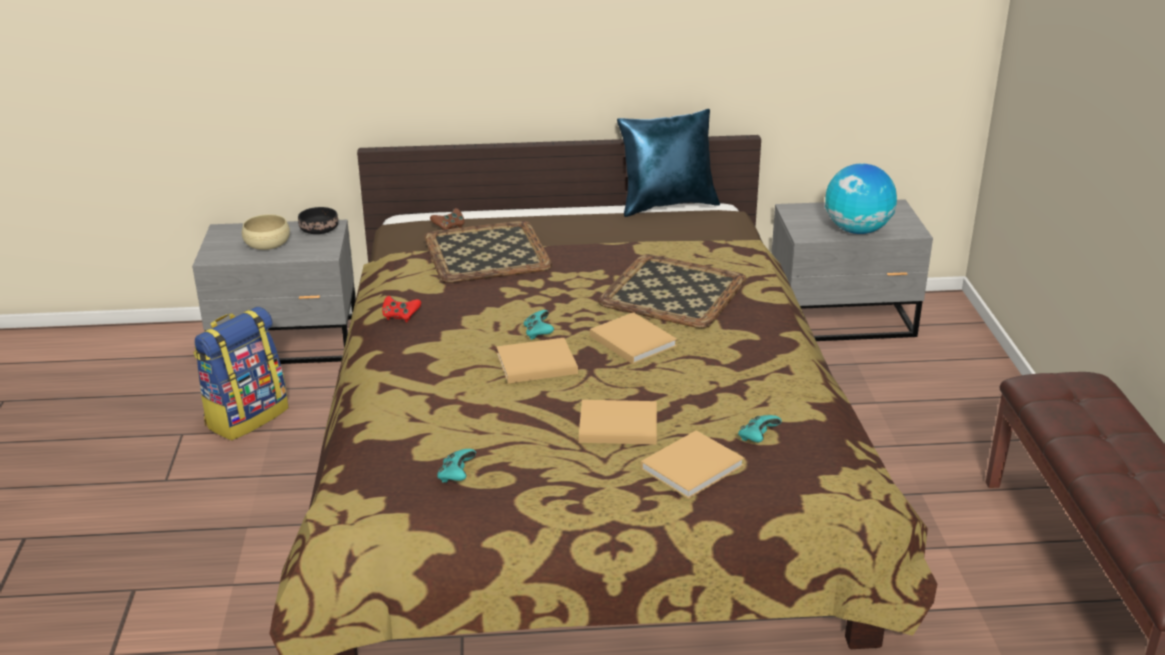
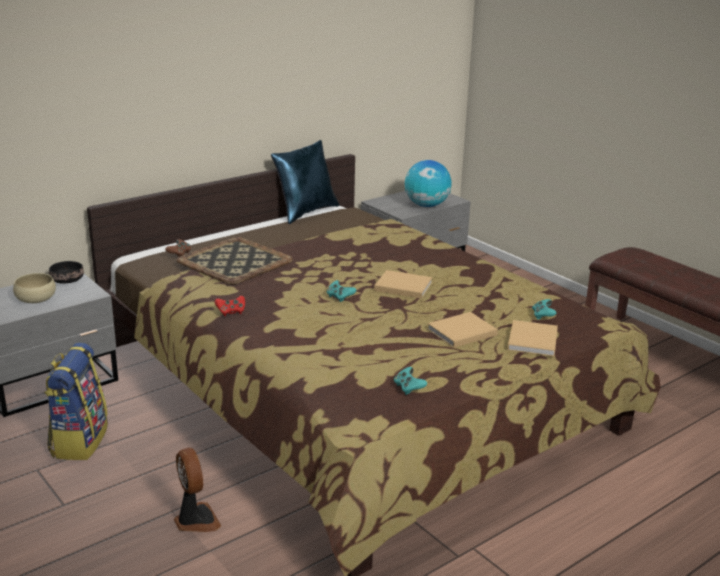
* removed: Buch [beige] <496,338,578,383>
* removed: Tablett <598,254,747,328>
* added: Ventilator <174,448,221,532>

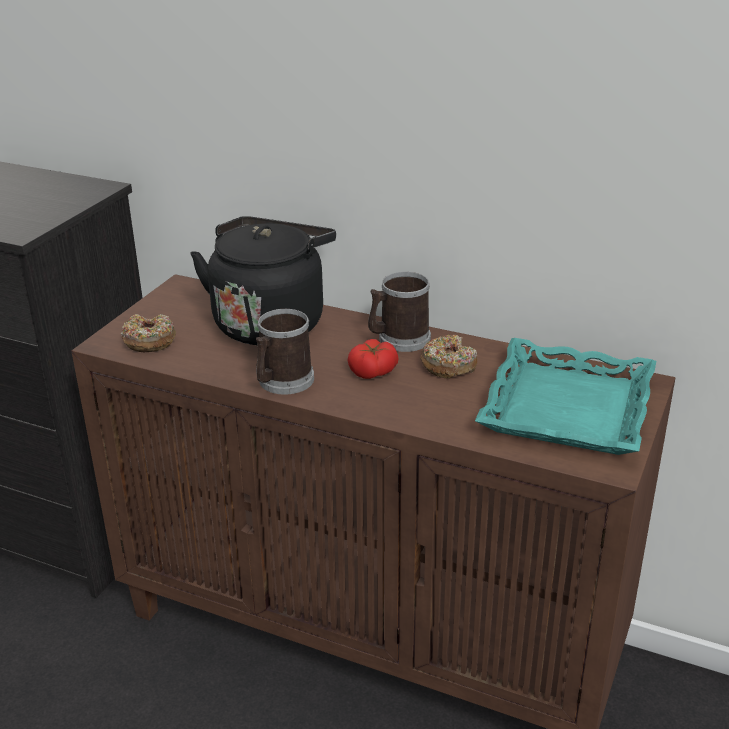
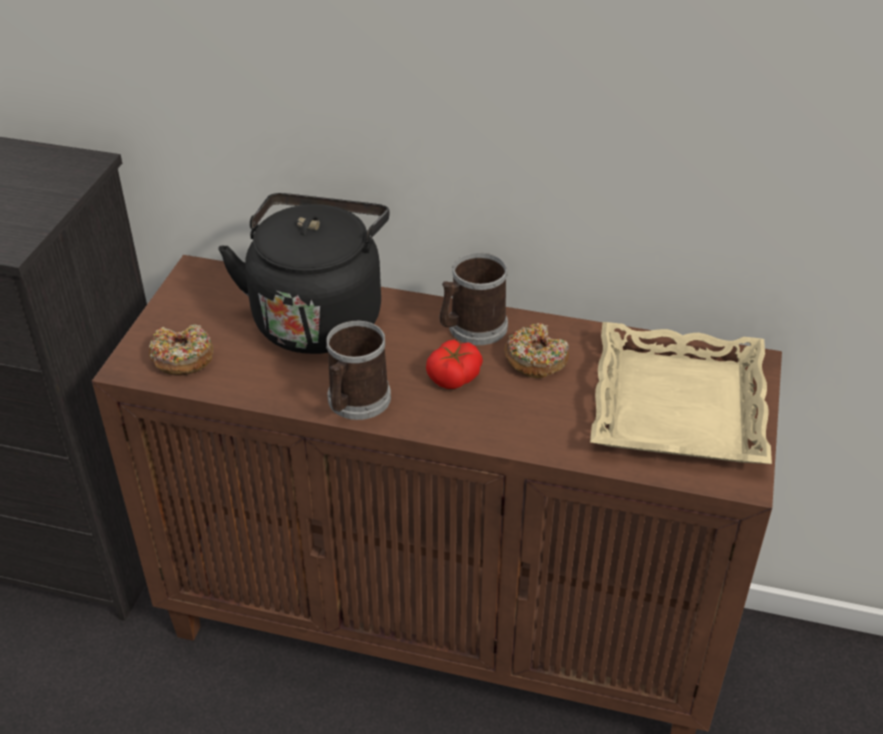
* recoloured: Tablett [türkis] <475,338,656,455> to Tablett [beige] <590,322,772,464>

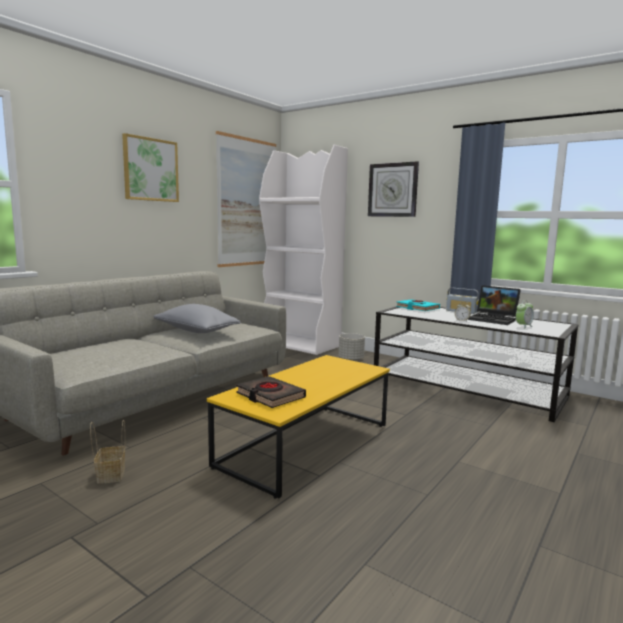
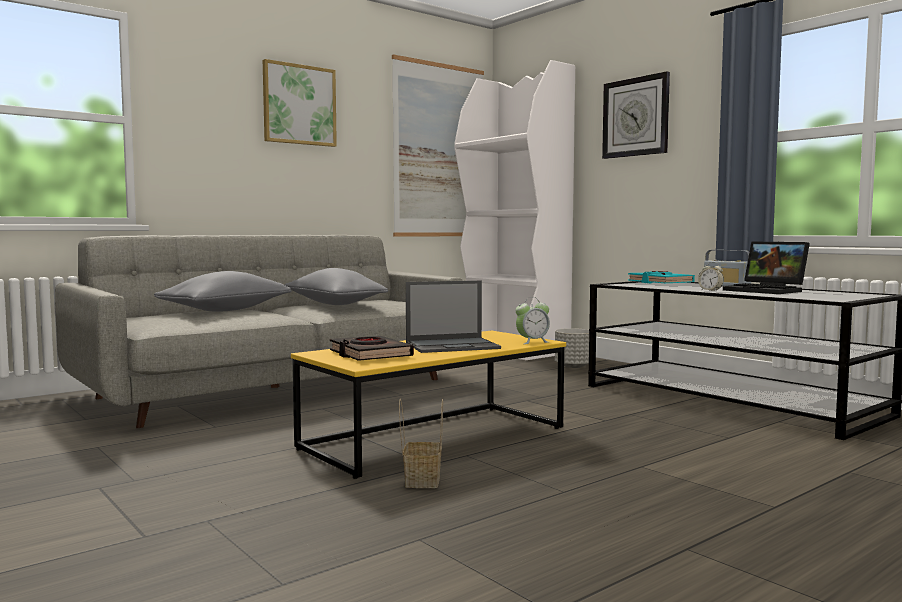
* added: Kissen [grau] <154,271,291,312>
* added: Laptop <406,280,501,353>
* moved: Korb <90,420,125,484> to <399,399,443,488>
* moved: Wecker <516,300,534,329> to <515,297,550,344>

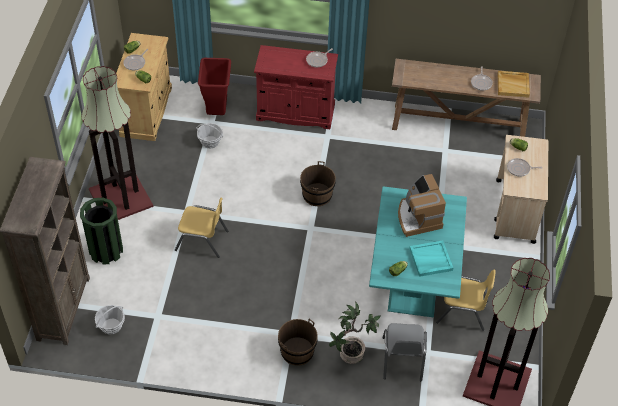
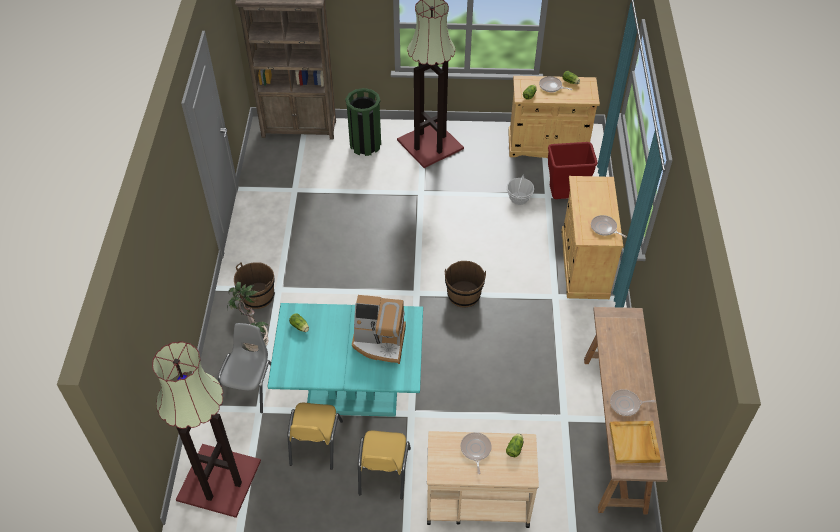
* removed: Korb <95,305,125,334>
* removed: Tablett [türkis] <409,240,453,277>
* moved: Stuhl [gelb] <175,198,228,258> to <358,431,411,499>
* recoloured: Schrank [rot] <254,45,338,129> to Schrank [beige] <561,176,623,299>
* turned: Stuhl [grau] <383,323,427,381> = <218,323,271,413> 105 degrees clockwise
* turned: Kaffeemaschine <398,174,446,237> = <352,295,406,364> 150 degrees counterclockwise

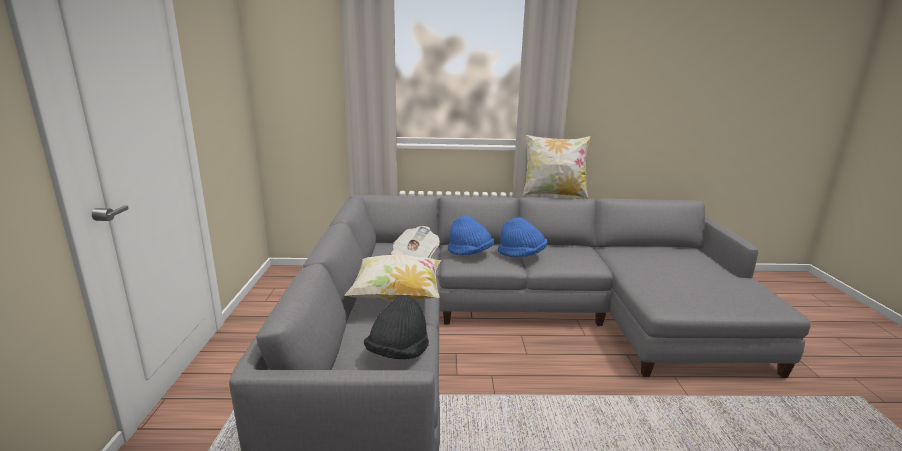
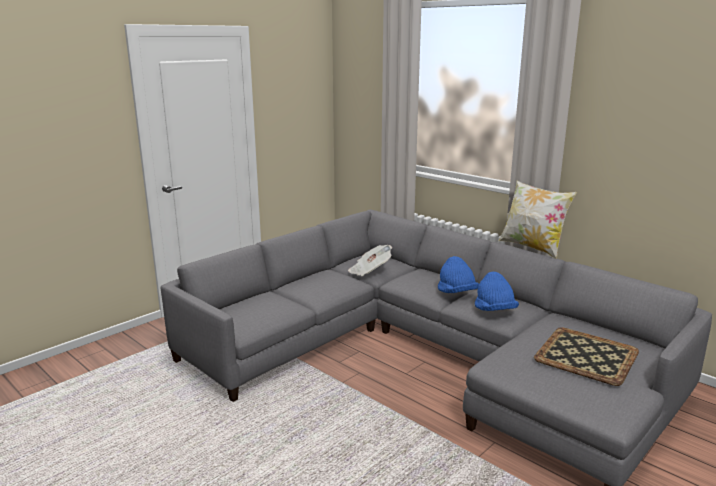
* removed: Kissen <344,254,441,301>
* removed: Hut [schwarz] <364,296,429,359>
* added: Tablett <534,327,639,386>
* moved: Hut [blau] <448,216,494,255> to <475,272,519,311>

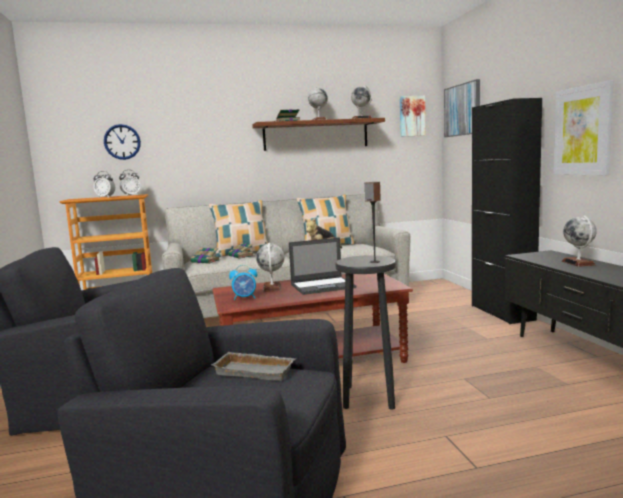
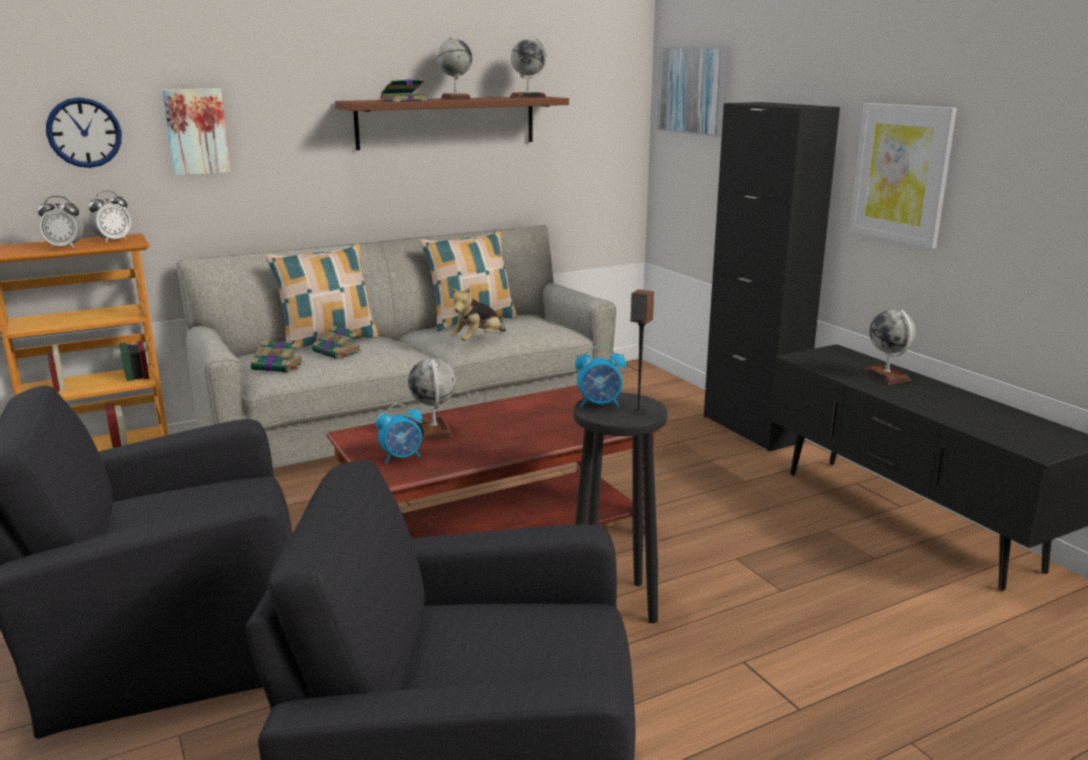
* removed: Tablett [grau] <211,352,296,381>
* removed: Laptop <289,237,356,295>
* added: Wecker <575,345,626,408>
* moved: Bild <400,96,426,137> to <162,89,231,176>

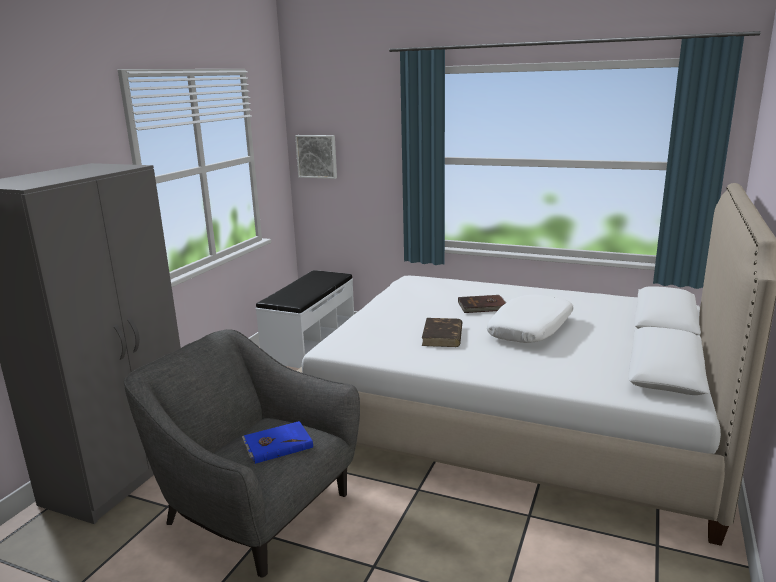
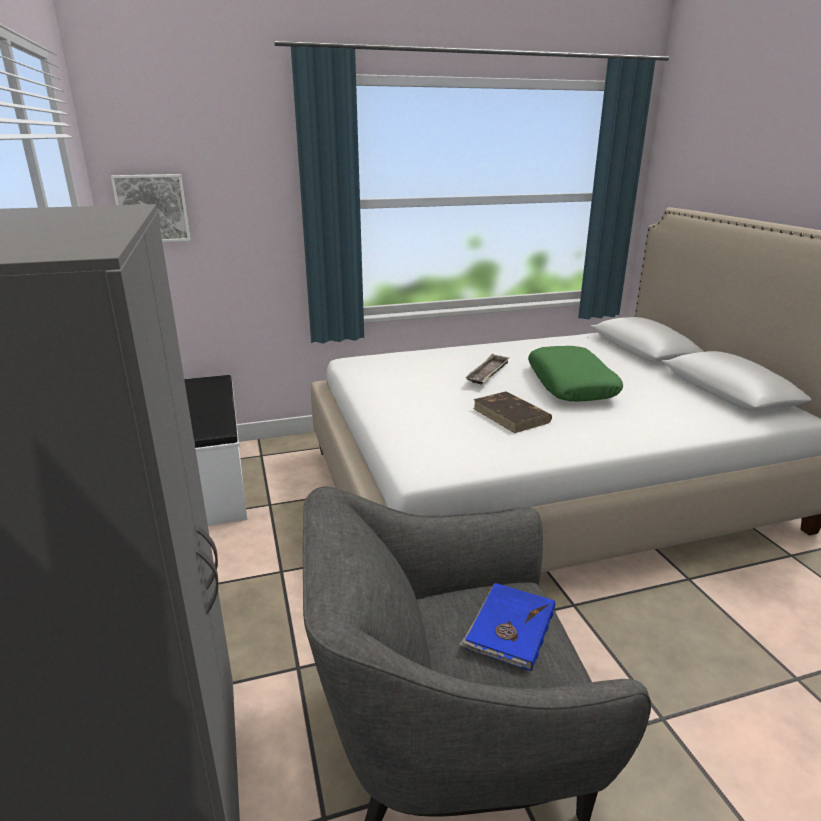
* replaced: Buch [braun] <458,295,506,313> to Tablett <466,354,510,385>
* recoloured: Kissen [weiß] <487,294,574,343> to Kissen [grün] <528,346,623,402>

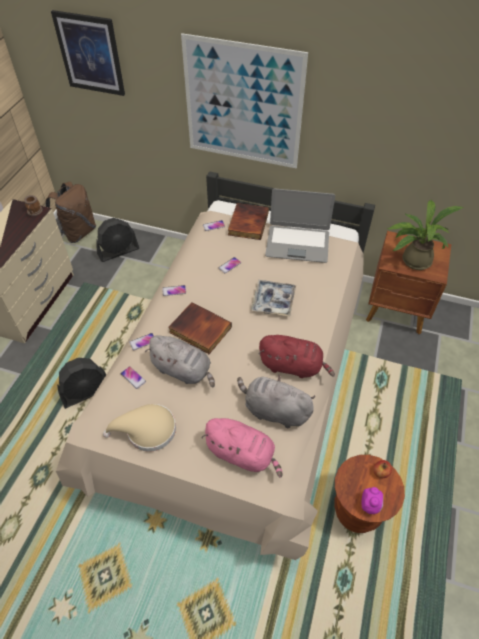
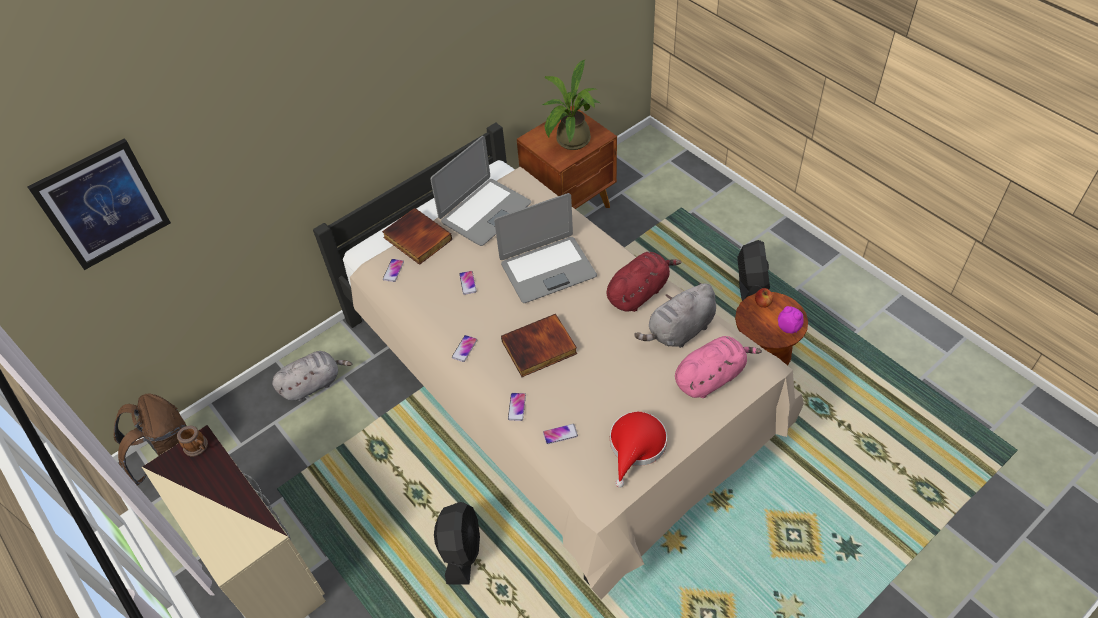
* removed: Bild <181,33,308,168>
* moved: Ventilator [schwarz] <96,218,139,262> to <737,240,770,301>
* moved: Plüschtier [grau] <145,335,215,388> to <272,351,353,401>
* replaced: Tablett <251,280,296,316> to Laptop <494,193,597,303>
* recoloured: Hut [beige] <103,404,176,452> to Hut [rot] <610,412,667,488>

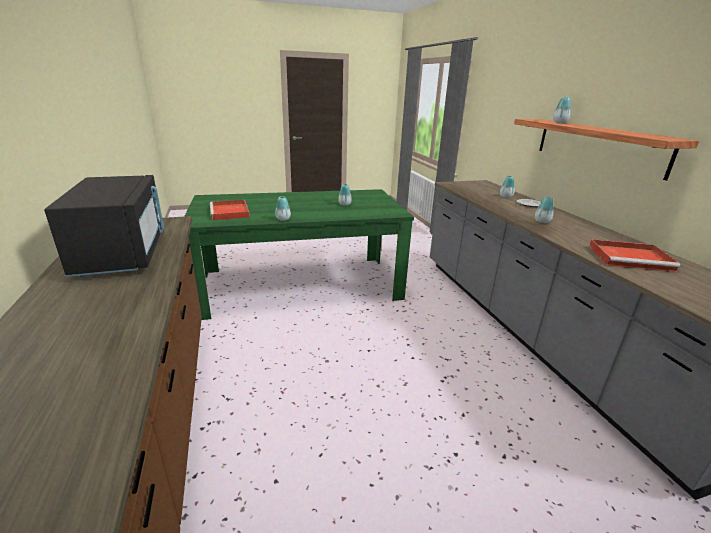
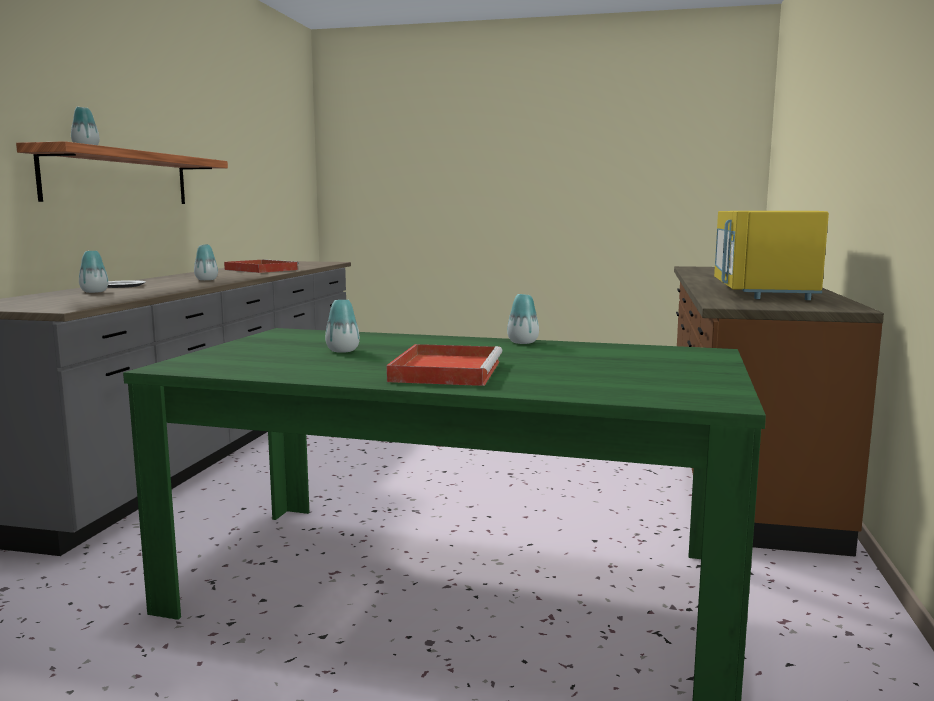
* moved: Tablett [rot] <210,200,250,220> to <386,344,502,386>
* recoloured: Mikrowelle [schwarz] <44,175,164,277> to Mikrowelle [gelb] <714,211,829,300>

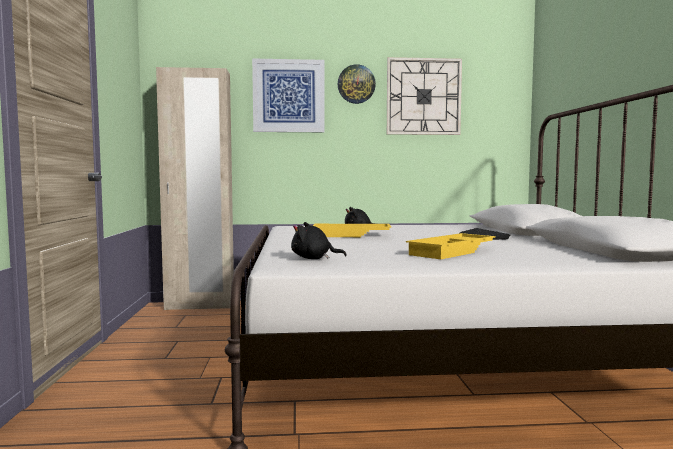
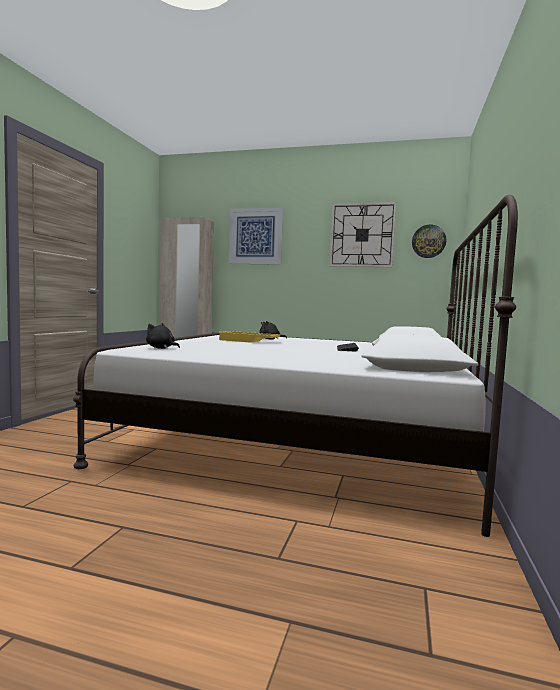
* removed: Tablett [gelb] <406,233,496,259>
* moved: Wanduhr <338,64,376,104> to <412,225,446,258>

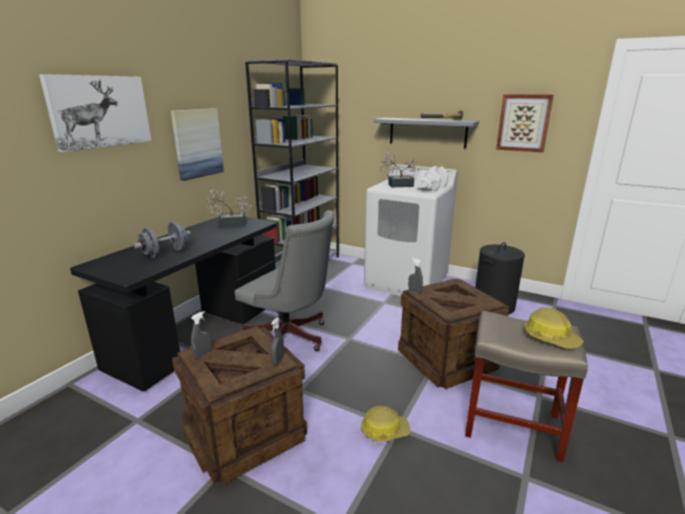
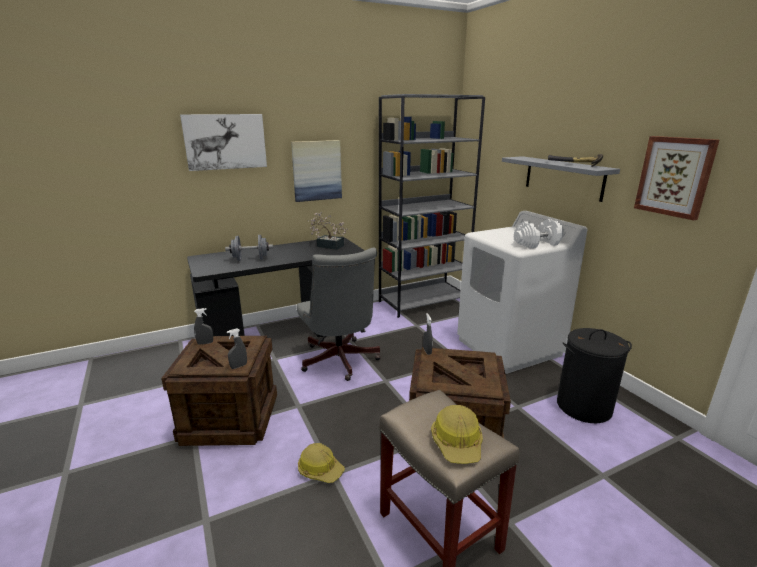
* removed: Topfpflanze <380,153,420,187>

